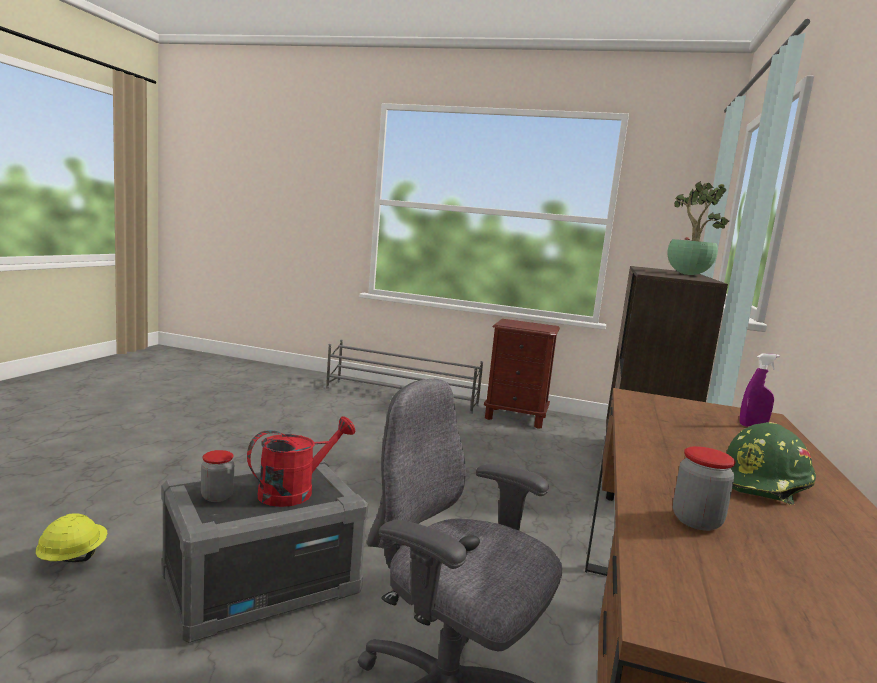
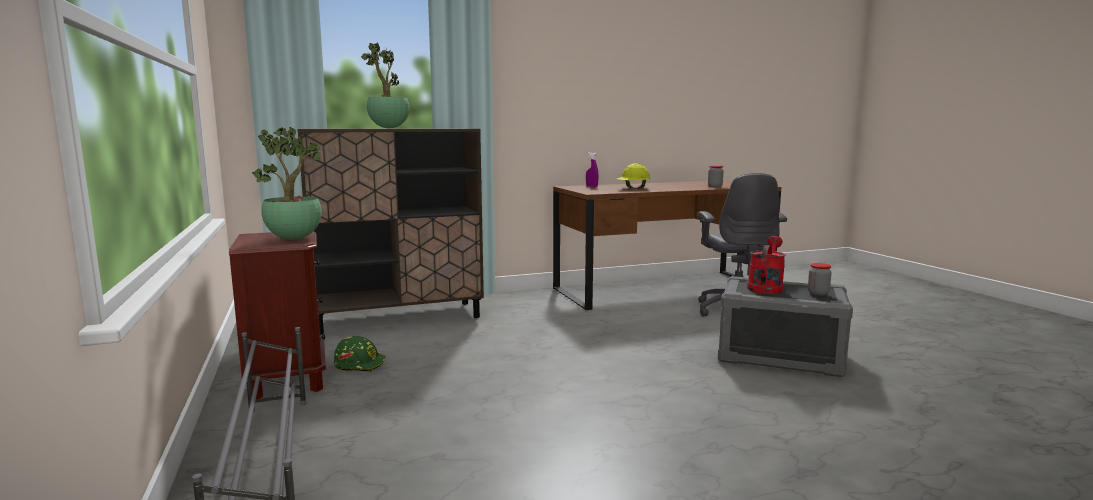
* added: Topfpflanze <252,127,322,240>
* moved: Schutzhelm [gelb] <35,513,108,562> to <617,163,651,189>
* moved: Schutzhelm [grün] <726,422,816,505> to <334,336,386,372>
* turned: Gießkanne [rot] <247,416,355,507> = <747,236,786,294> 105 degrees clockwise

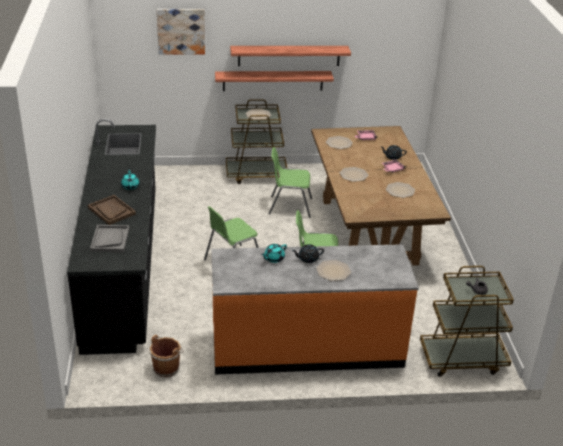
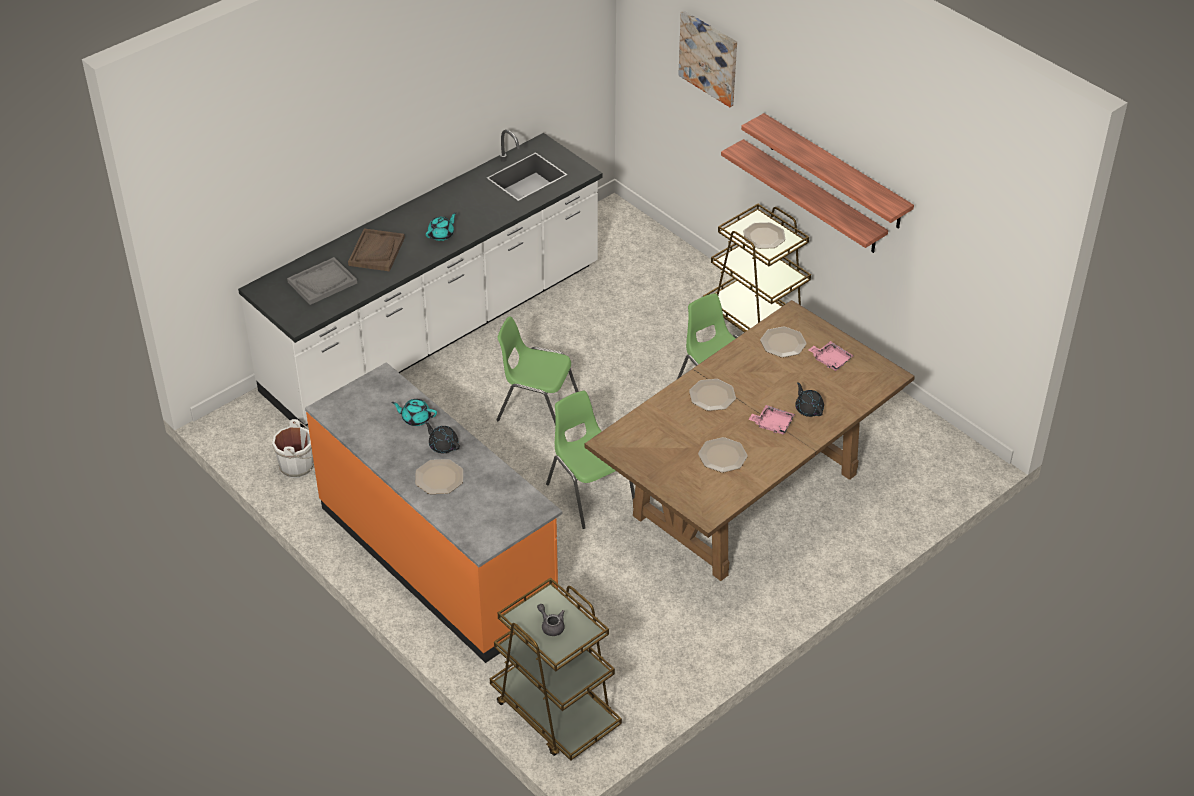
* recoloured: Küchenzeile [schwarz] <67,119,156,355> to Küchenzeile [weiß] <238,130,602,427>
* recoloured: Eimer [braun] <149,335,184,377> to Eimer [weiß] <272,419,314,478>

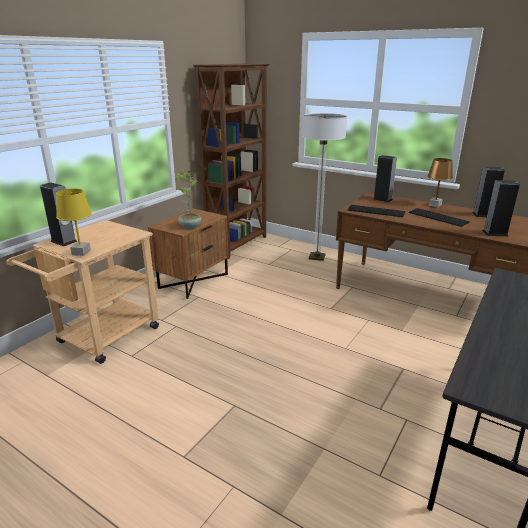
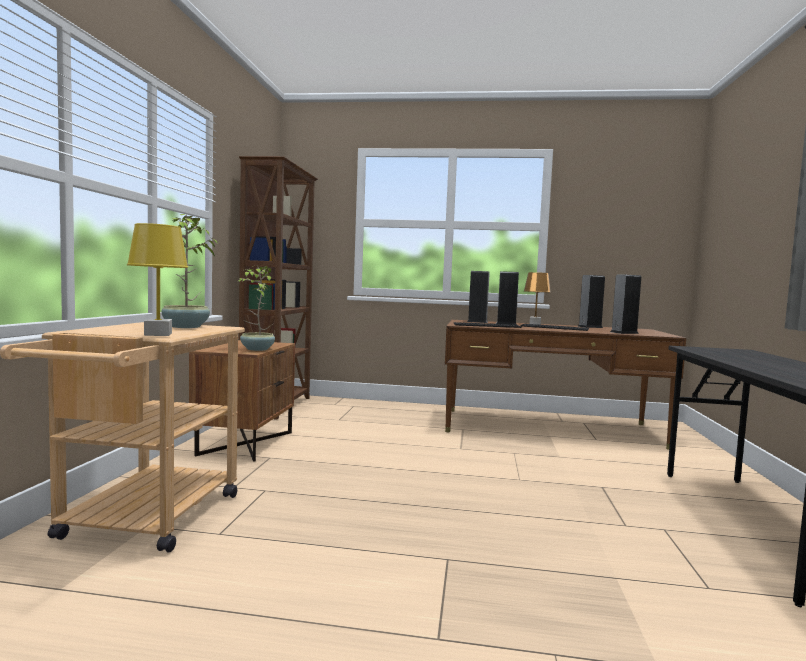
* removed: Stehlampe <302,113,347,261>
* added: Topfpflanze <161,214,218,328>
* moved: Lautsprecher <40,183,77,246> to <496,271,519,325>

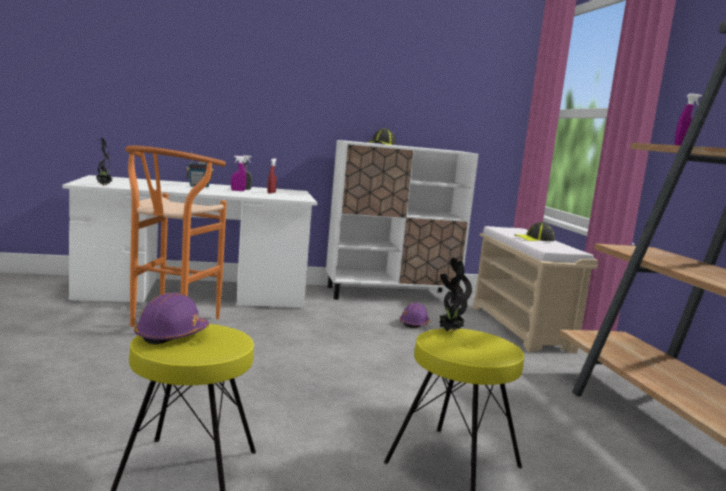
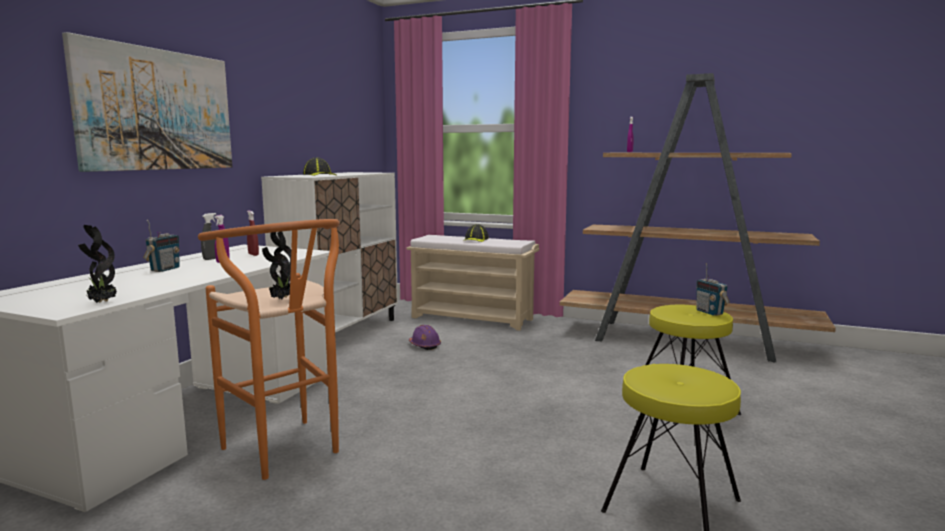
* removed: Schutzhelm [lila] <134,293,209,345>
* added: Bild <62,32,232,172>
* added: Radio <696,263,730,316>
* moved: Topfpflanze <440,258,472,331> to <262,231,291,299>

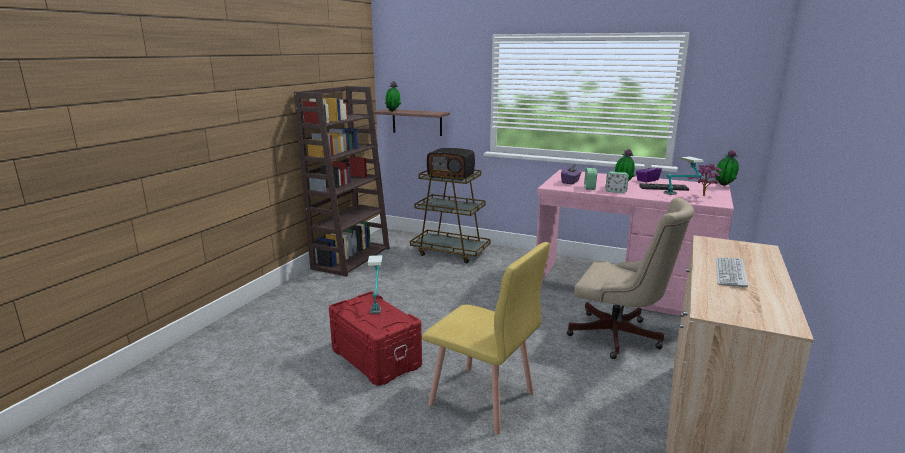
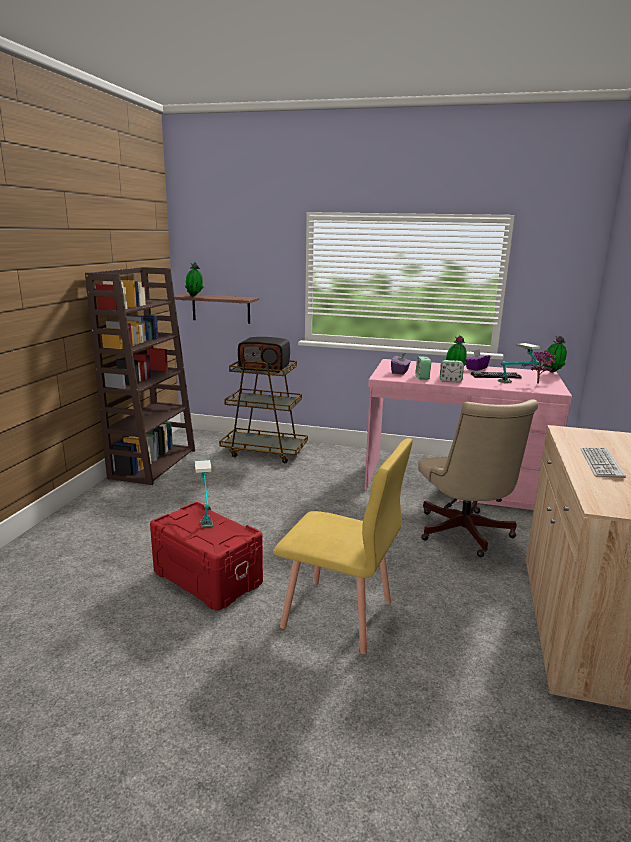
* turned: Bürostuhl [beige] <567,198,694,359> = <418,399,538,557> 60 degrees clockwise

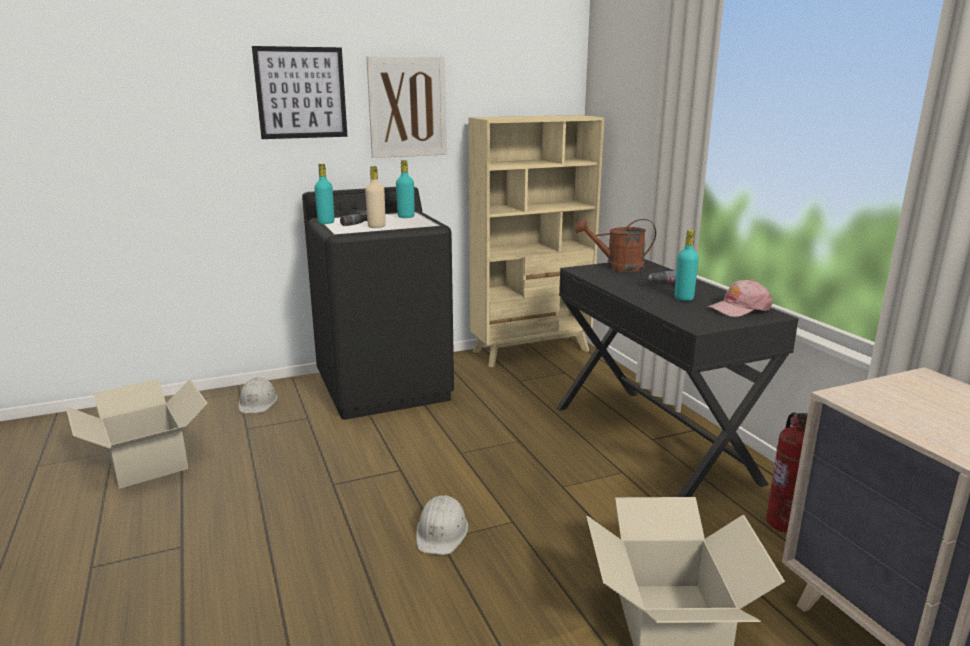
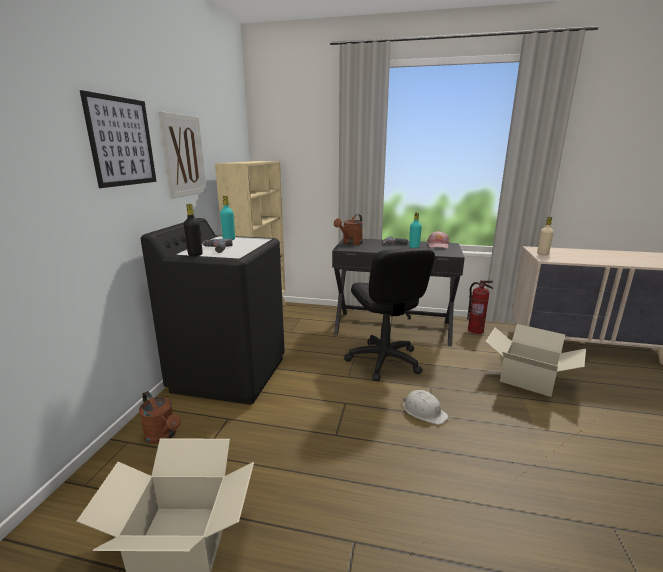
* added: Bürostuhl [schwarz] <344,247,435,381>
* moved: Flasche [beige] <365,166,386,228> to <537,217,554,256>
* replaced: Schutzhelm [weiß] <239,377,278,413> to Gießkanne [braun] <139,391,181,444>
* recoloured: Flasche [türkis] <315,164,334,224> to Flasche [schwarz] <184,204,203,256>

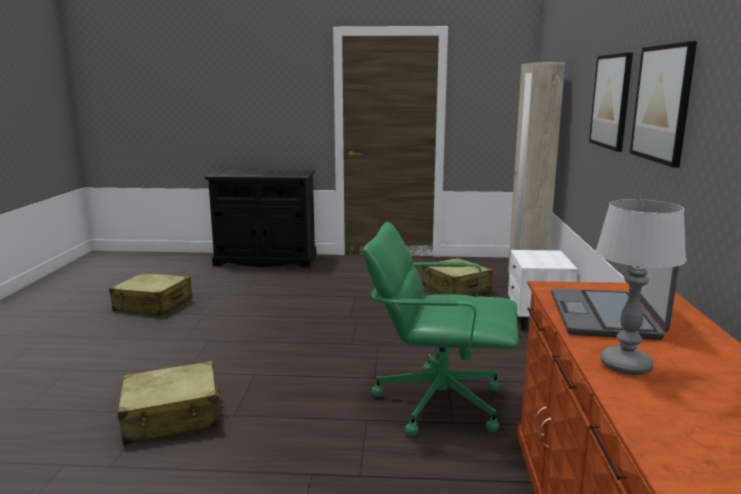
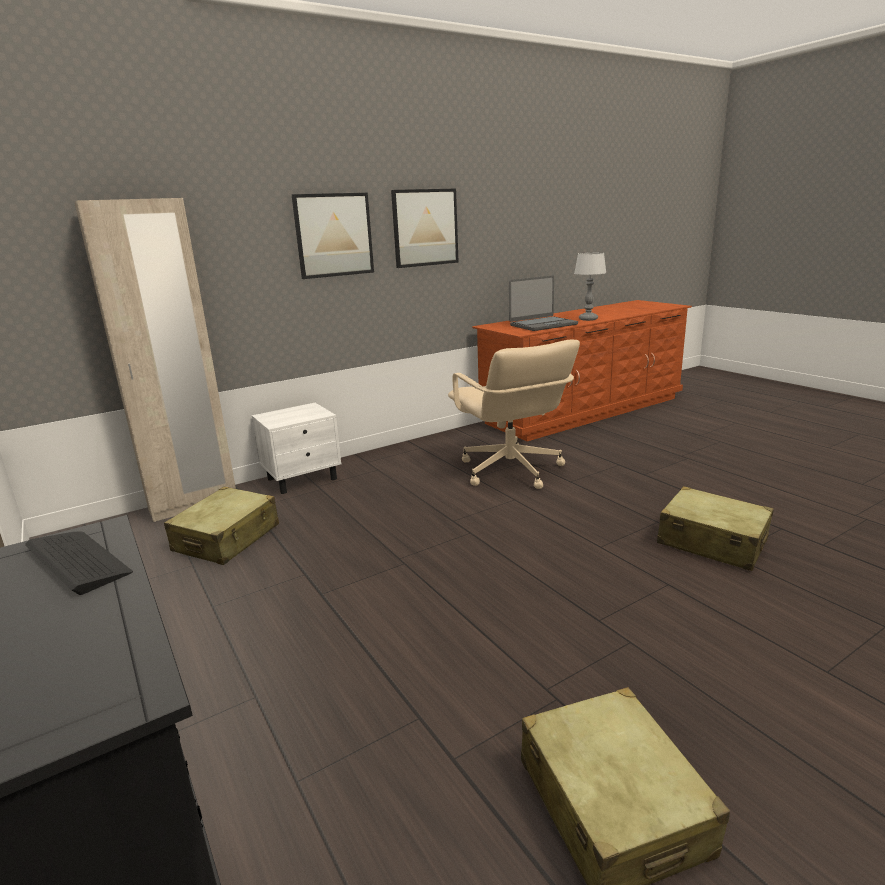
* recoloured: Bürostuhl [grün] <362,222,519,436> to Bürostuhl [beige] <448,340,580,489>

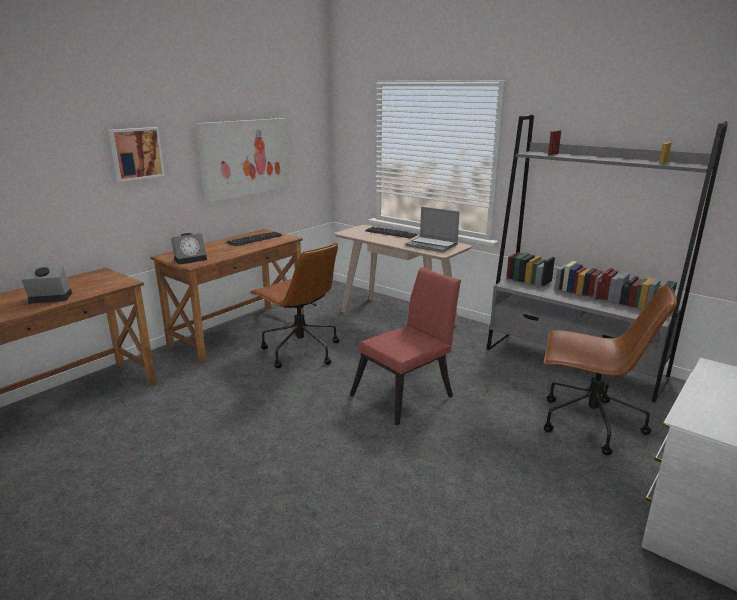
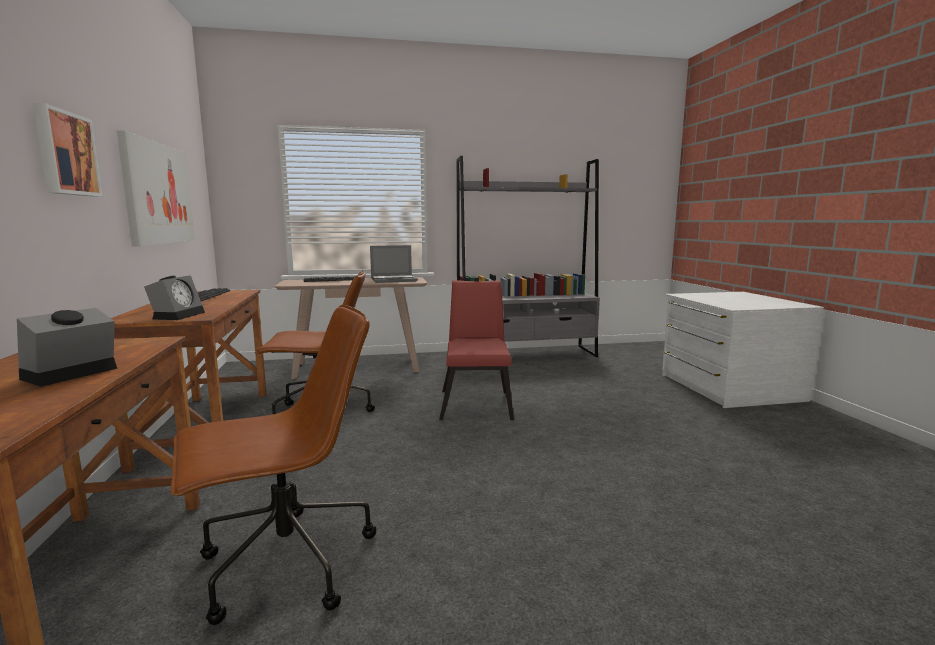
* moved: Bürostuhl [braun] <543,284,677,455> to <171,305,376,625>

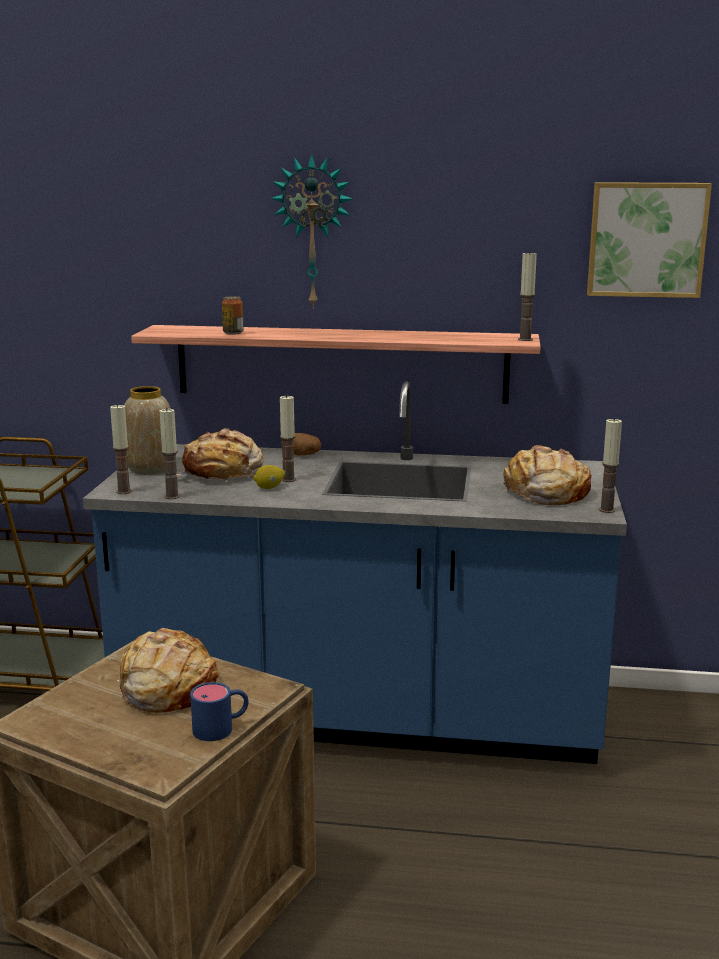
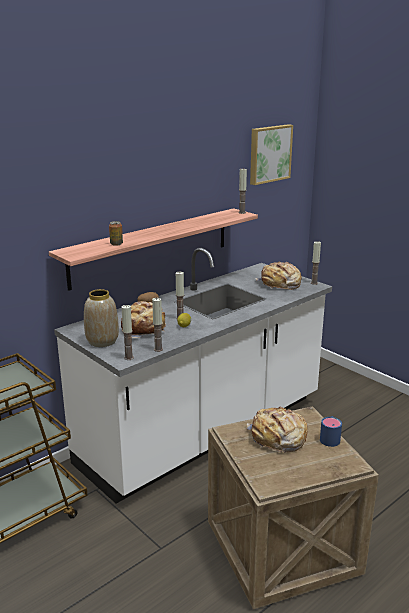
* removed: Wanduhr <270,154,353,309>
* recoloured: Küchenzeile [blau] <83,381,627,764> to Küchenzeile [weiß] <54,248,332,504>

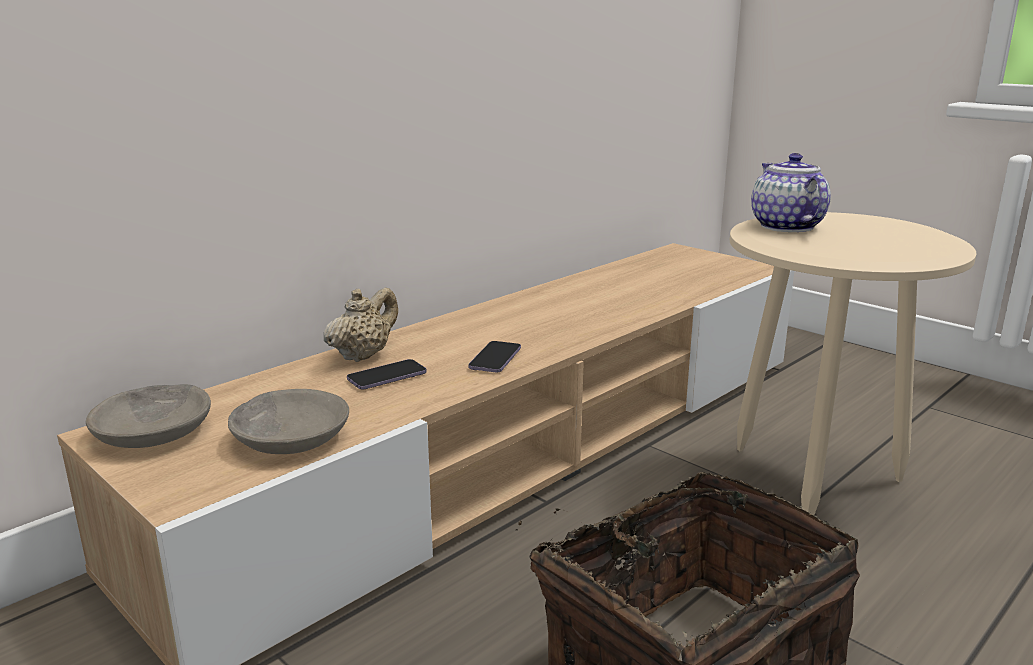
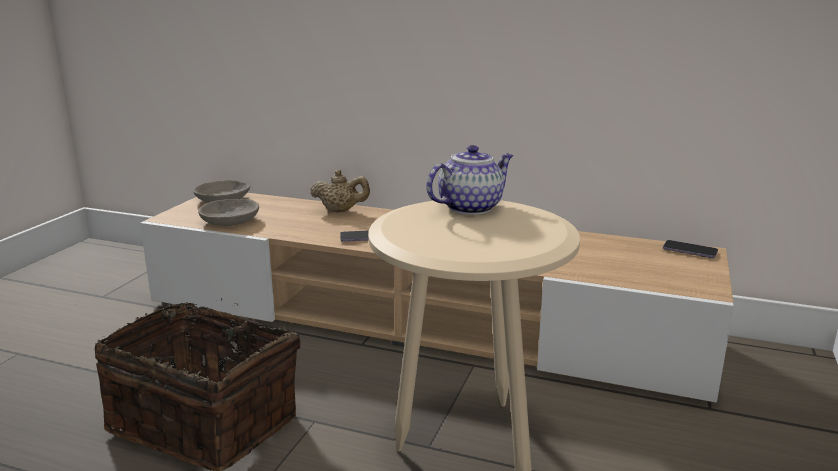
* moved: Handy <347,359,427,390> to <663,240,718,258>

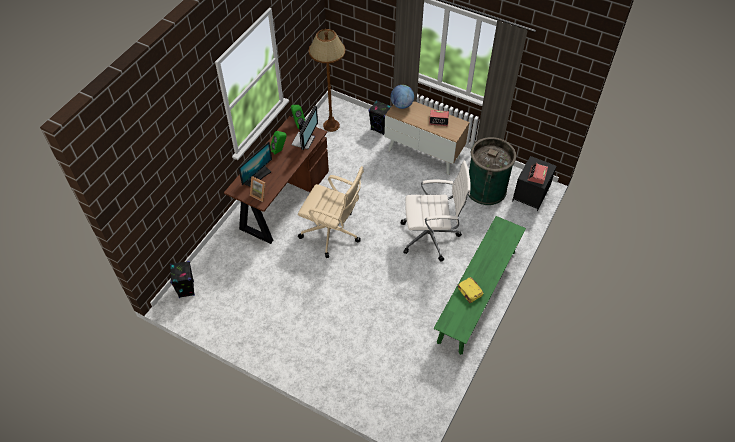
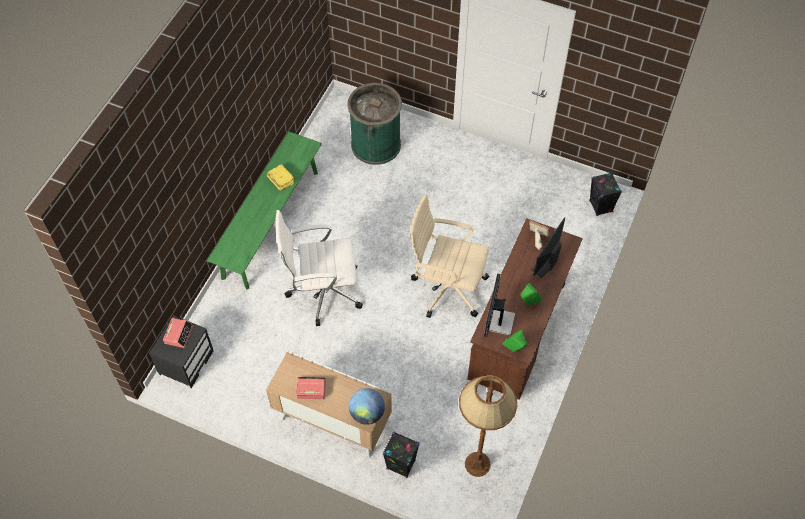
* moved: Mülleimer [grün] <468,137,516,205> to <347,83,402,165>

